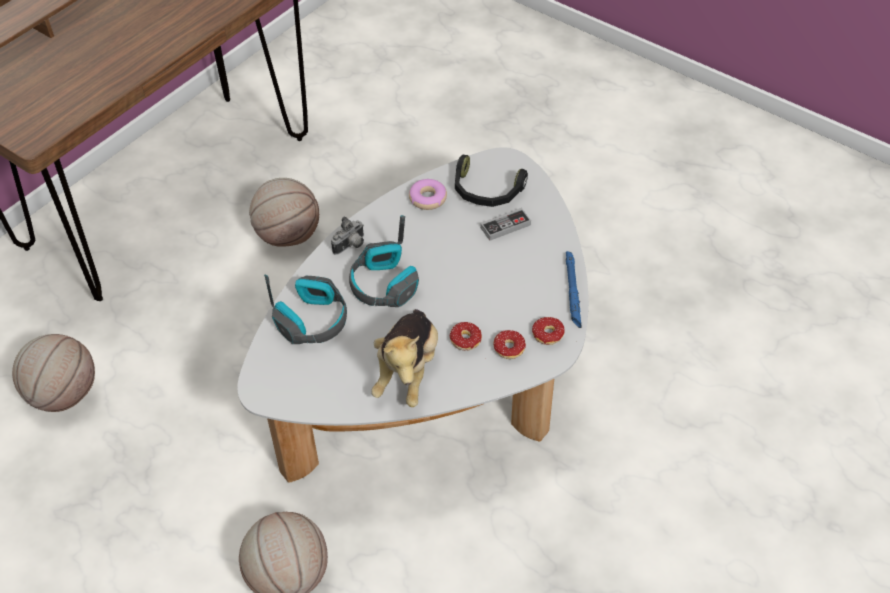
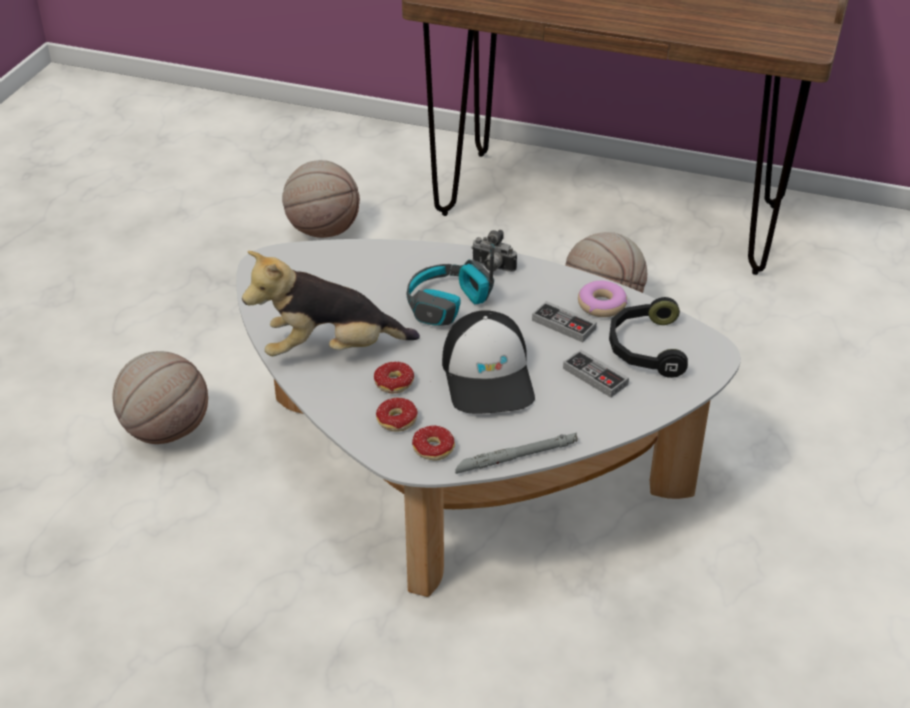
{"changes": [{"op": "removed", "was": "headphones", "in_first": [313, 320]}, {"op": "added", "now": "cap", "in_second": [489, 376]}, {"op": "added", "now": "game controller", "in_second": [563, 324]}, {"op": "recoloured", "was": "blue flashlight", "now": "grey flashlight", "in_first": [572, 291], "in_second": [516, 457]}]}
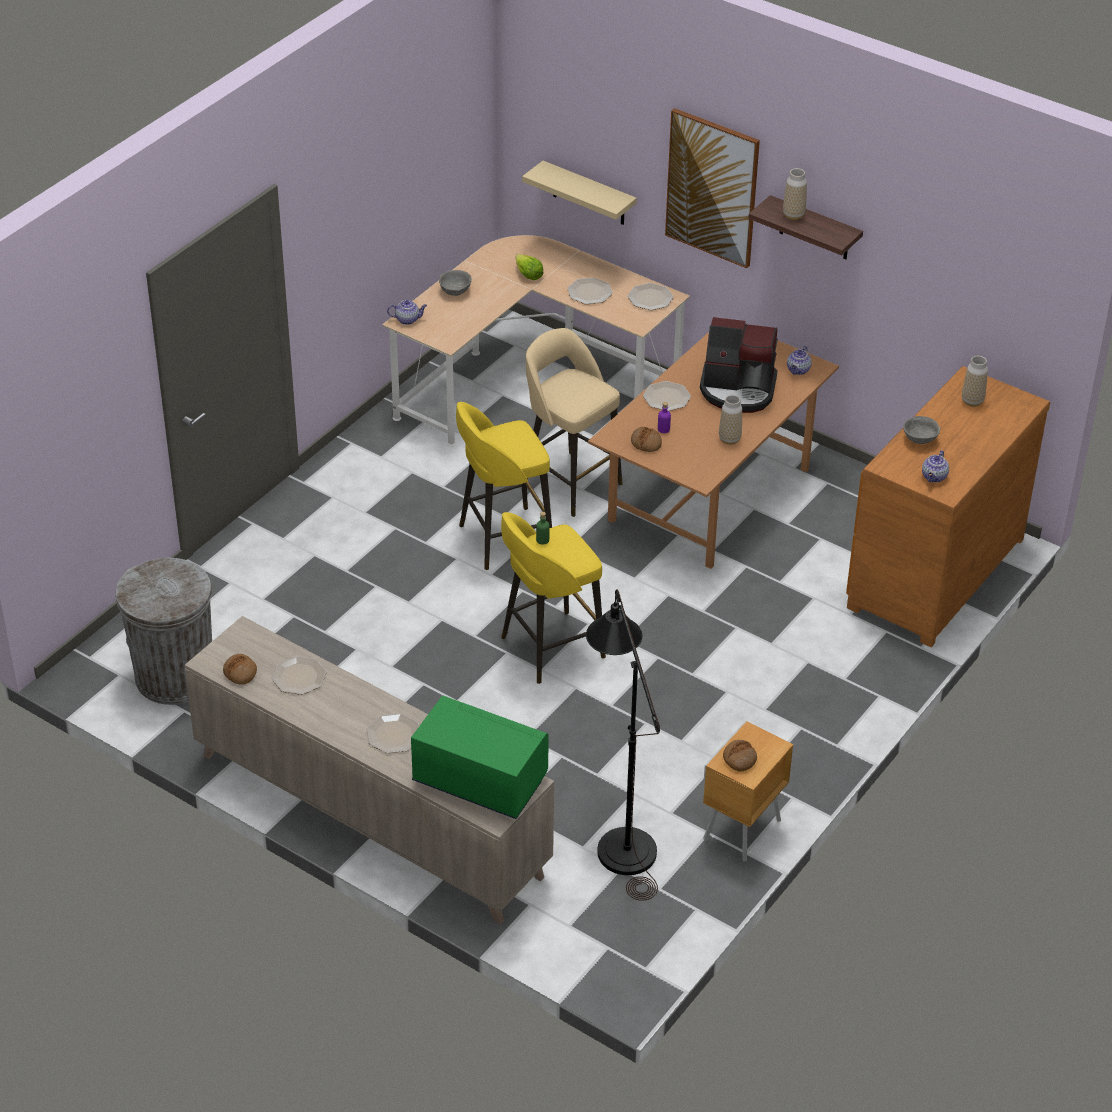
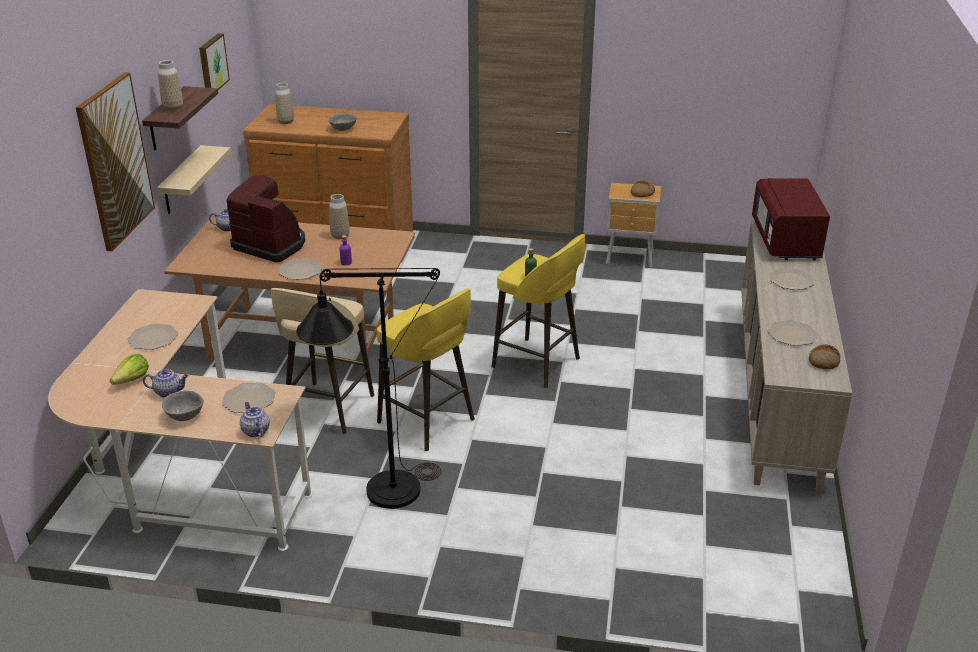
{"changes": [{"op": "removed", "was": "grey trash can", "in_first": [175, 677]}, {"op": "removed", "was": "bread", "in_first": [646, 443]}, {"op": "added", "now": "picture", "in_second": [212, 64]}, {"op": "moved", "was": "beige shelf", "in_first": [589, 194], "in_second": [182, 181]}, {"op": "moved", "was": "black floor lamp", "in_first": [622, 839], "in_second": [380, 497]}, {"op": "moved", "was": "plate", "in_first": [650, 297], "in_second": [248, 399]}, {"op": "moved", "was": "teapot", "in_first": [934, 477], "in_second": [169, 392]}, {"op": "recoloured", "was": "green microwave", "now": "red microwave", "in_first": [479, 781], "in_second": [786, 241]}, {"op": "turned", "was": "coffee machine", "in_first": [738, 390], "in_second": [271, 245], "clockwise": -45}]}
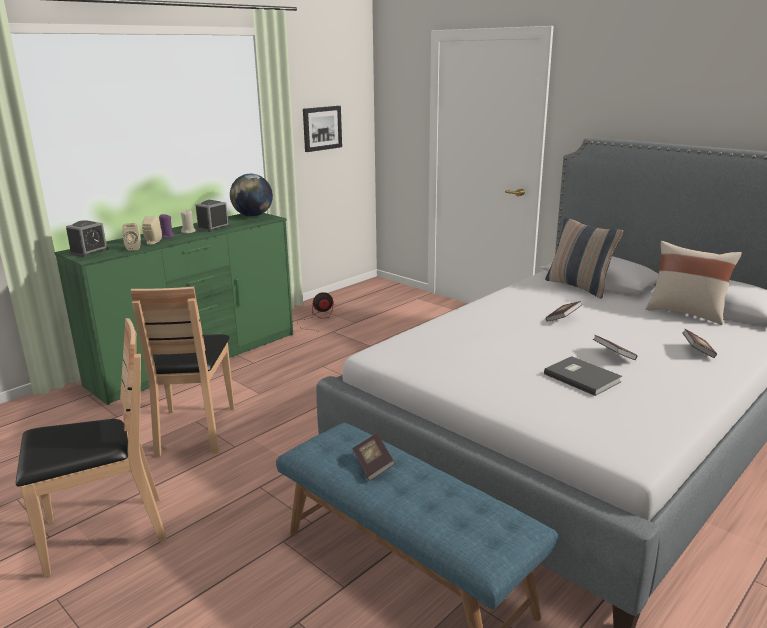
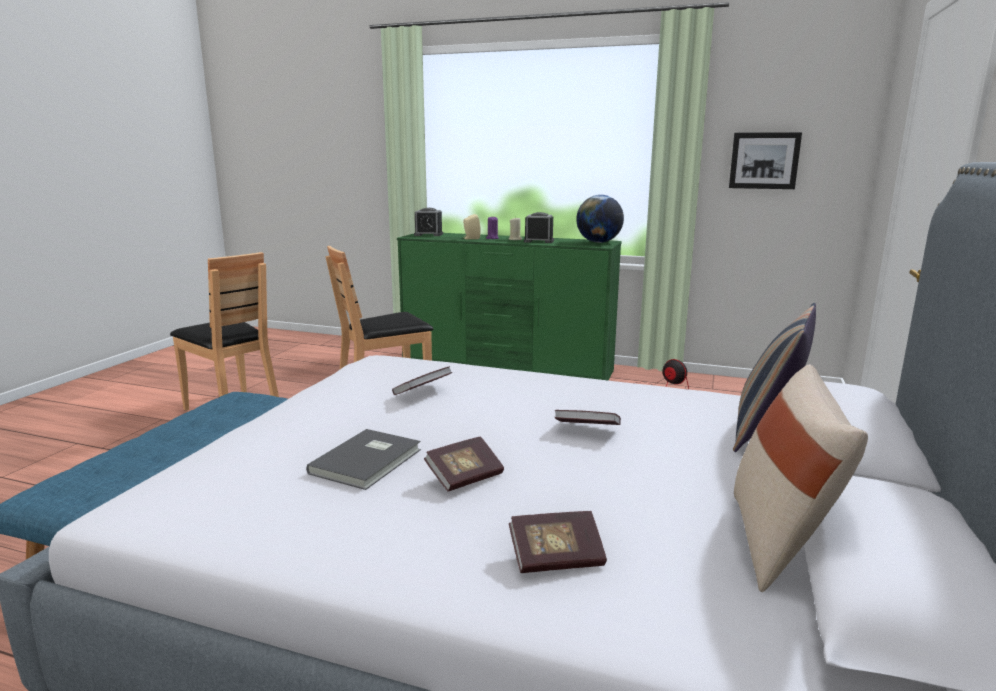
{"changes": [{"op": "removed", "was": "beige speaker", "in_first": [134, 248]}, {"op": "moved", "was": "book", "in_first": [373, 465], "in_second": [422, 392]}]}
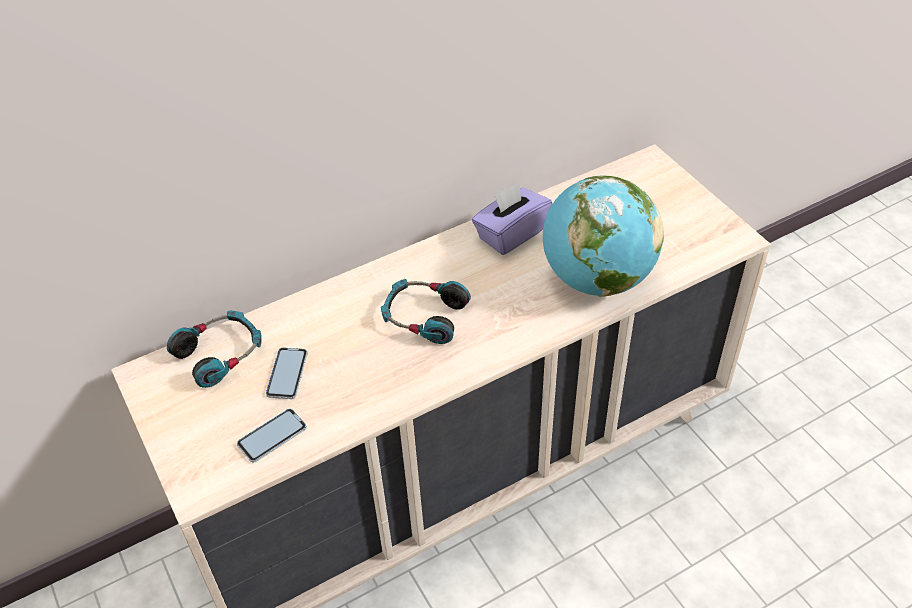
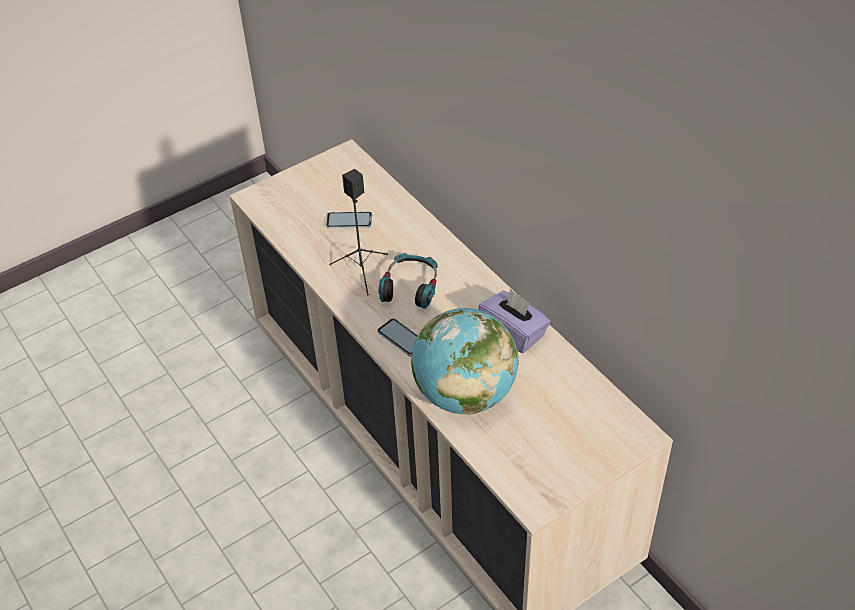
{"changes": [{"op": "removed", "was": "headphones", "in_first": [220, 354]}, {"op": "added", "now": "black speaker", "in_second": [362, 271]}, {"op": "moved", "was": "phone", "in_first": [272, 436], "in_second": [401, 338]}]}
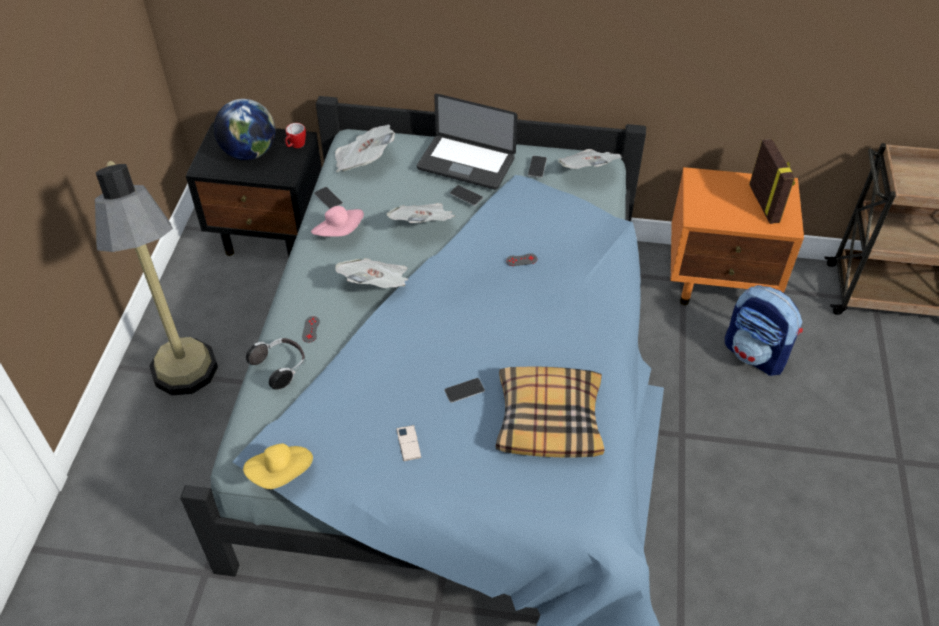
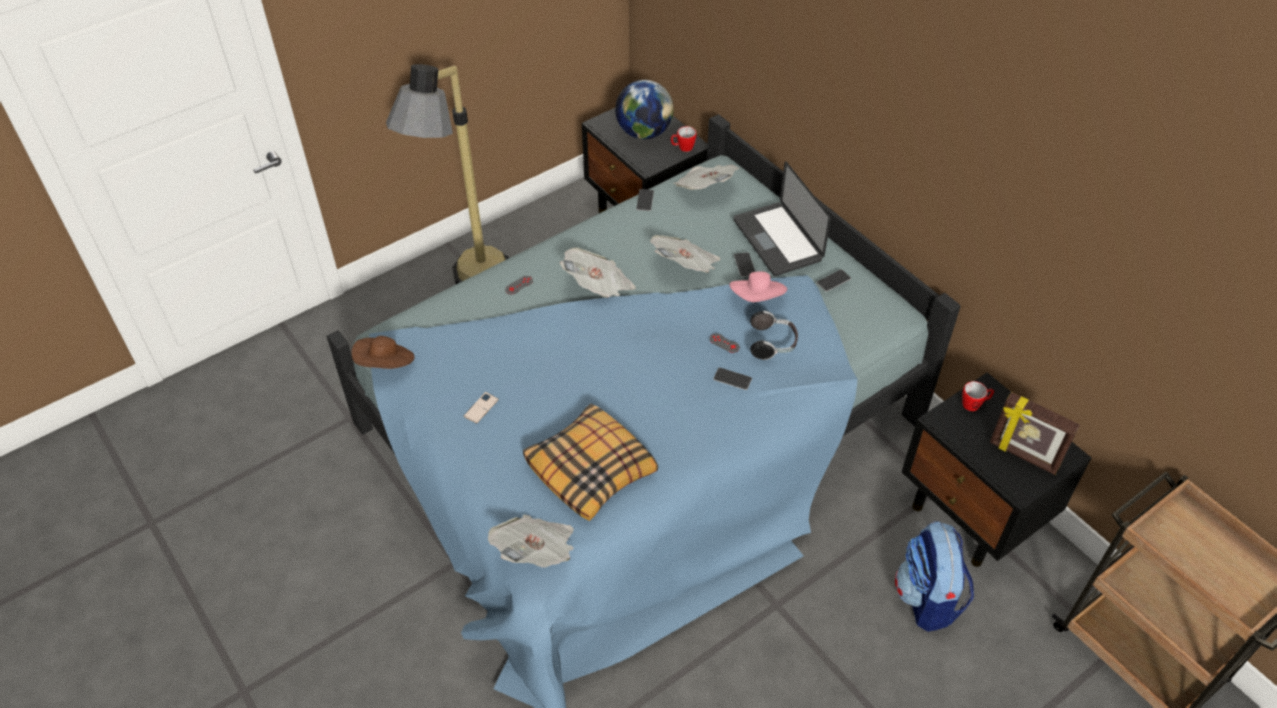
{"changes": [{"op": "added", "now": "mug", "in_second": [974, 404]}, {"op": "moved", "was": "headphones", "in_first": [281, 367], "in_second": [772, 344]}, {"op": "moved", "was": "pink hat", "in_first": [340, 233], "in_second": [757, 298]}, {"op": "moved", "was": "phone", "in_first": [464, 390], "in_second": [732, 379]}, {"op": "moved", "was": "newspaper", "in_first": [587, 171], "in_second": [537, 552]}, {"op": "recoloured", "was": "yellow hat", "now": "brown hat", "in_first": [282, 474], "in_second": [386, 364]}, {"op": "recoloured", "was": "orange nightstand", "now": "black nightstand", "in_first": [720, 282], "in_second": [973, 516]}, {"op": "turned", "was": "picture frame", "in_first": [765, 204], "in_second": [1023, 456], "clockwise": 90}]}
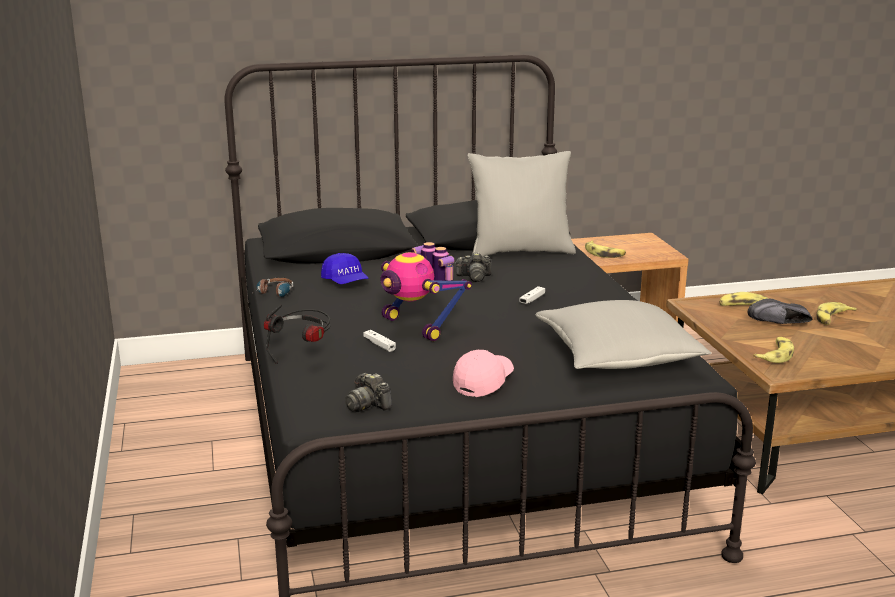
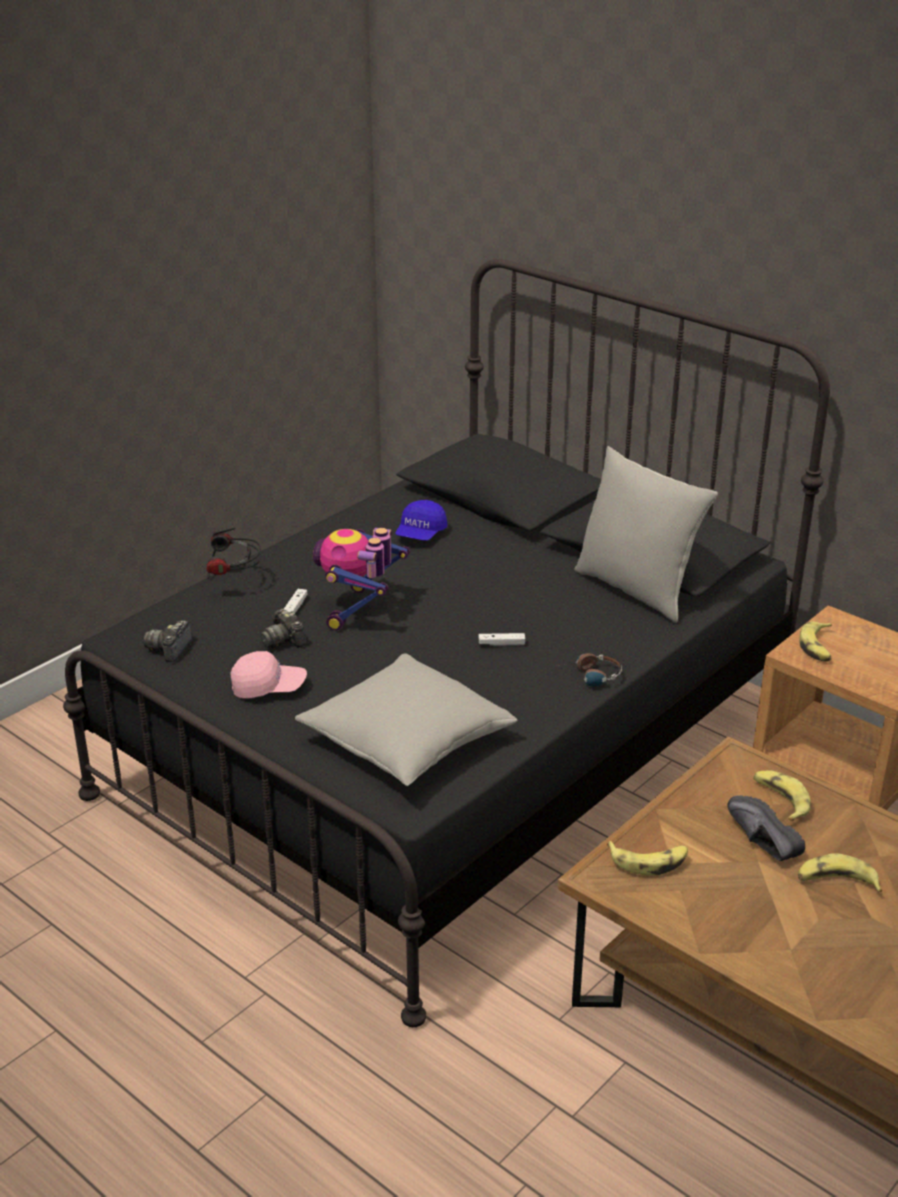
{"changes": [{"op": "moved", "was": "headphones", "in_first": [273, 294], "in_second": [590, 677]}, {"op": "moved", "was": "photo camera", "in_first": [474, 277], "in_second": [283, 640]}]}
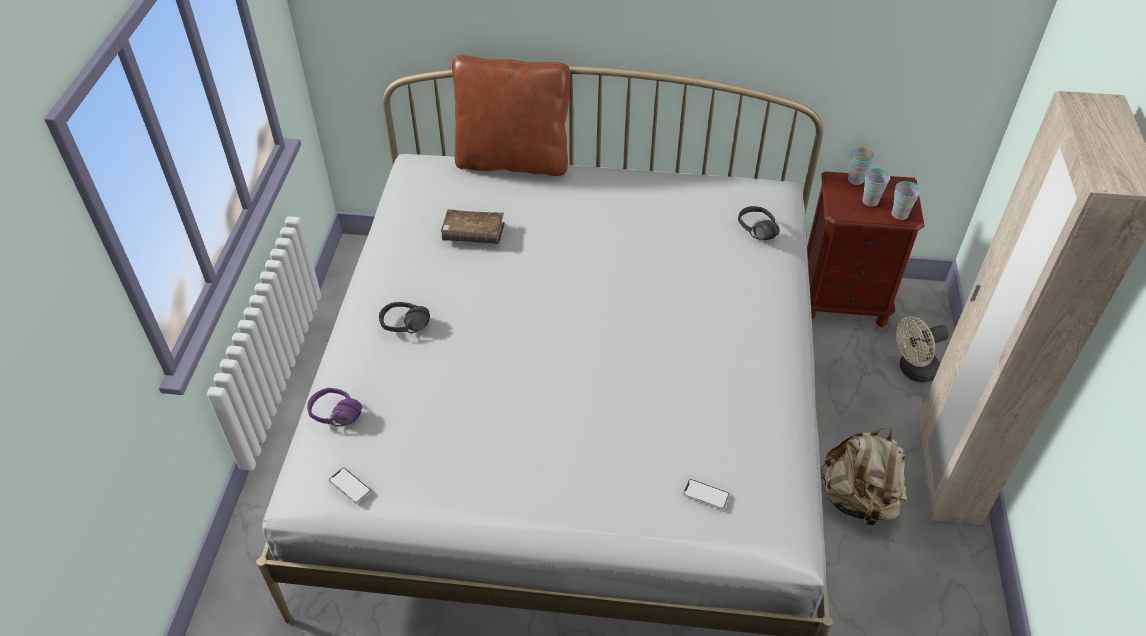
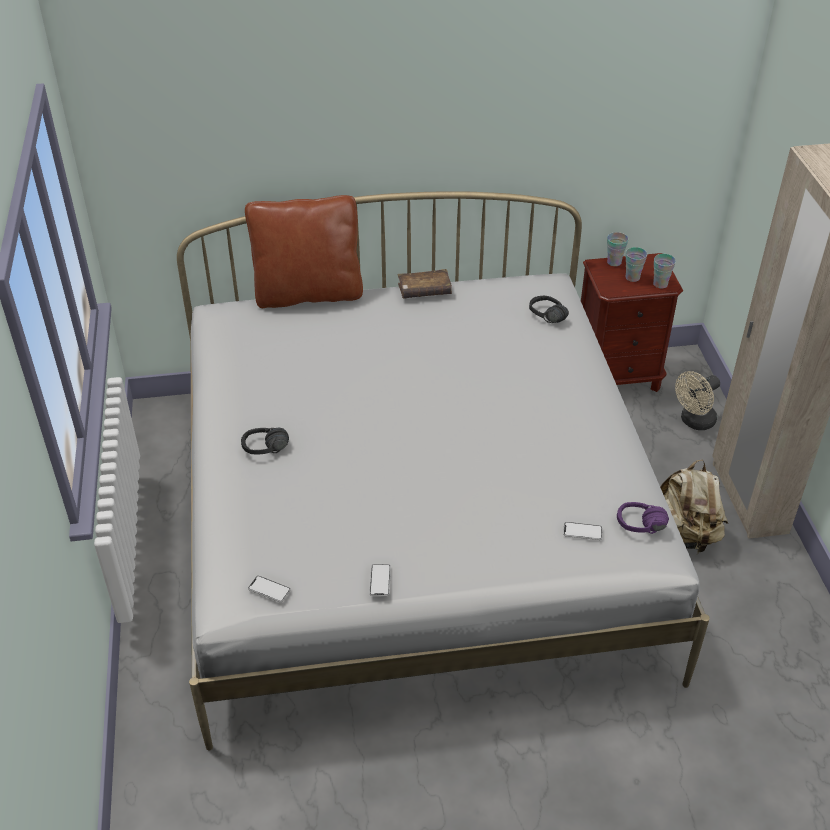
{"changes": [{"op": "added", "now": "phone", "in_second": [380, 580]}, {"op": "moved", "was": "purple headphones", "in_first": [332, 420], "in_second": [641, 530]}, {"op": "moved", "was": "brown book", "in_first": [473, 234], "in_second": [424, 291]}]}
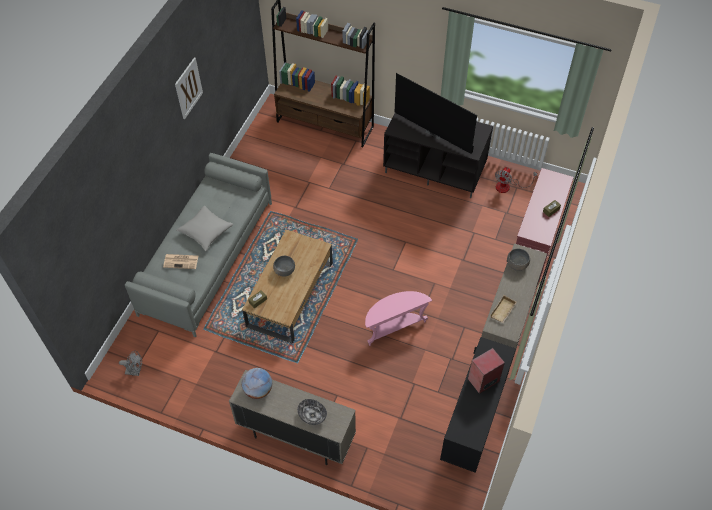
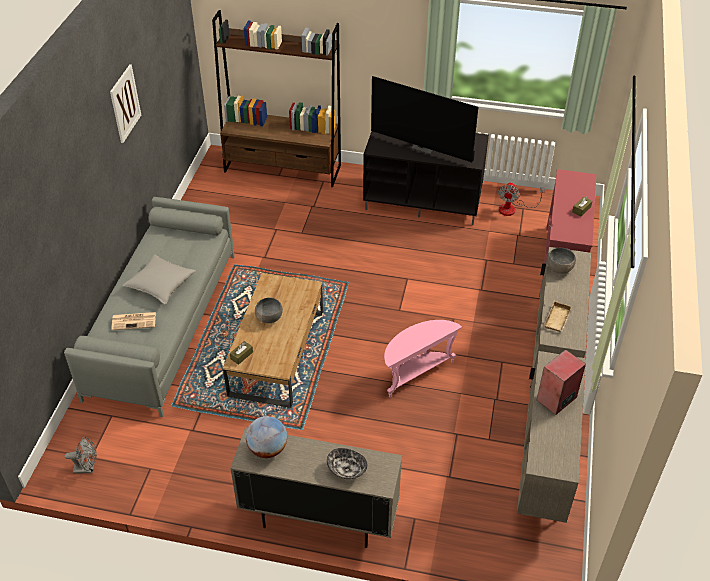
{"changes": [{"op": "recoloured", "was": "black cabinet", "now": "beige cabinet", "in_first": [472, 425], "in_second": [542, 471]}]}
